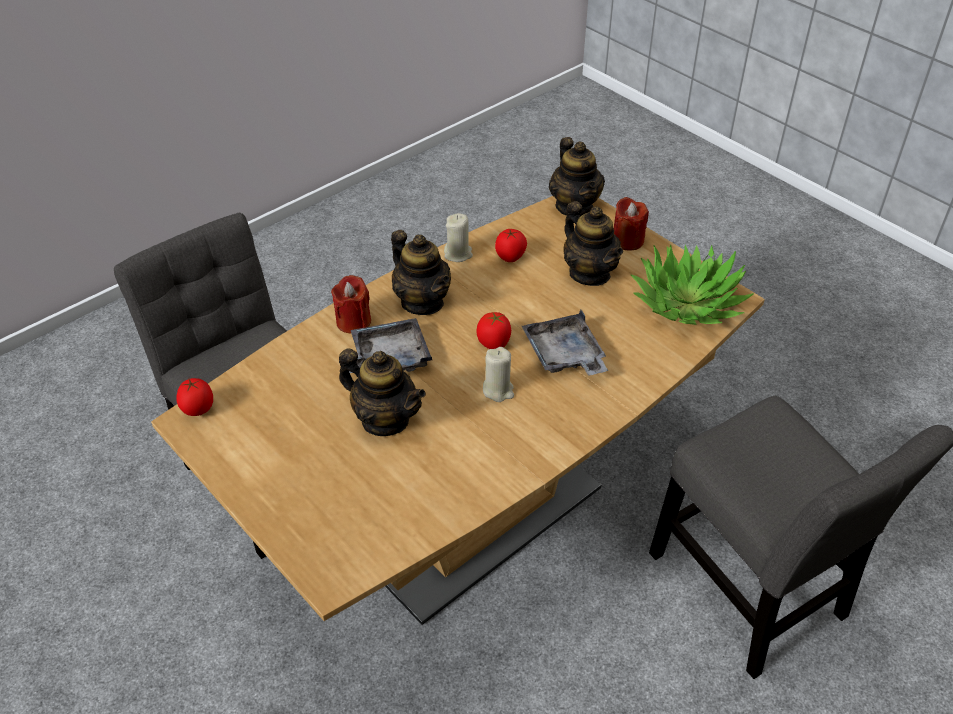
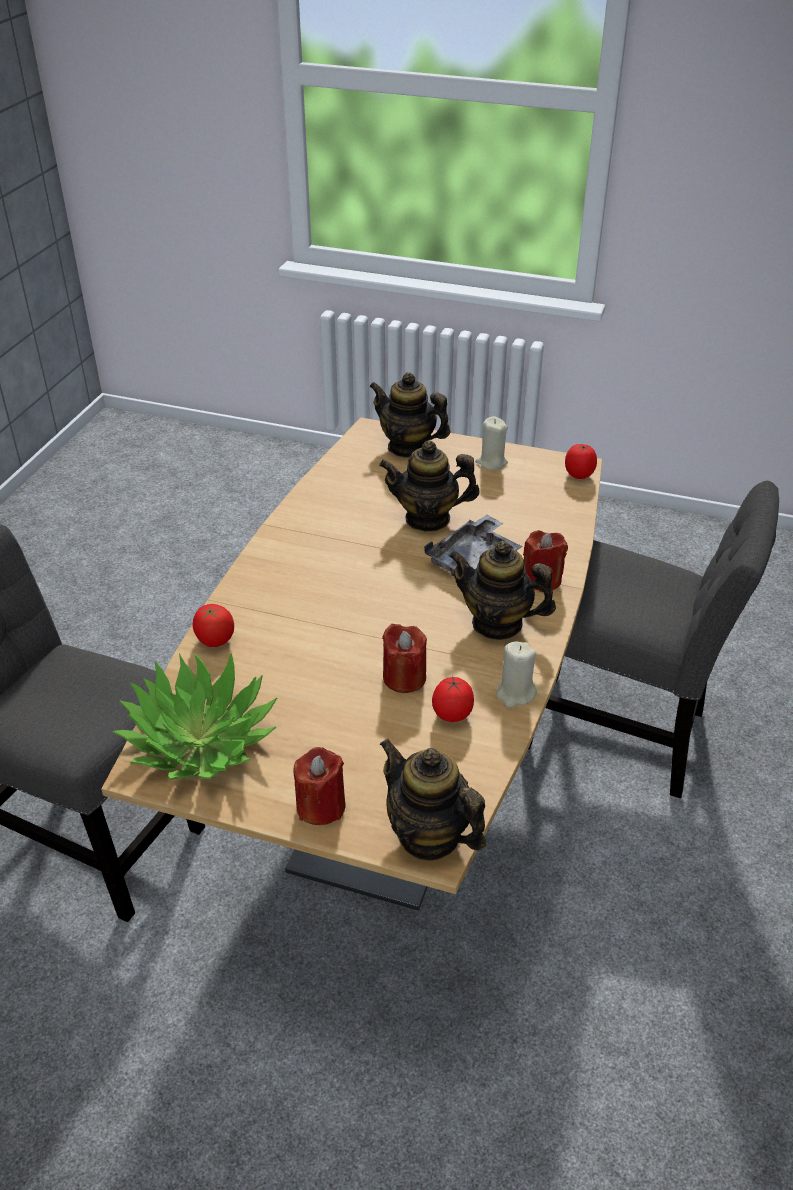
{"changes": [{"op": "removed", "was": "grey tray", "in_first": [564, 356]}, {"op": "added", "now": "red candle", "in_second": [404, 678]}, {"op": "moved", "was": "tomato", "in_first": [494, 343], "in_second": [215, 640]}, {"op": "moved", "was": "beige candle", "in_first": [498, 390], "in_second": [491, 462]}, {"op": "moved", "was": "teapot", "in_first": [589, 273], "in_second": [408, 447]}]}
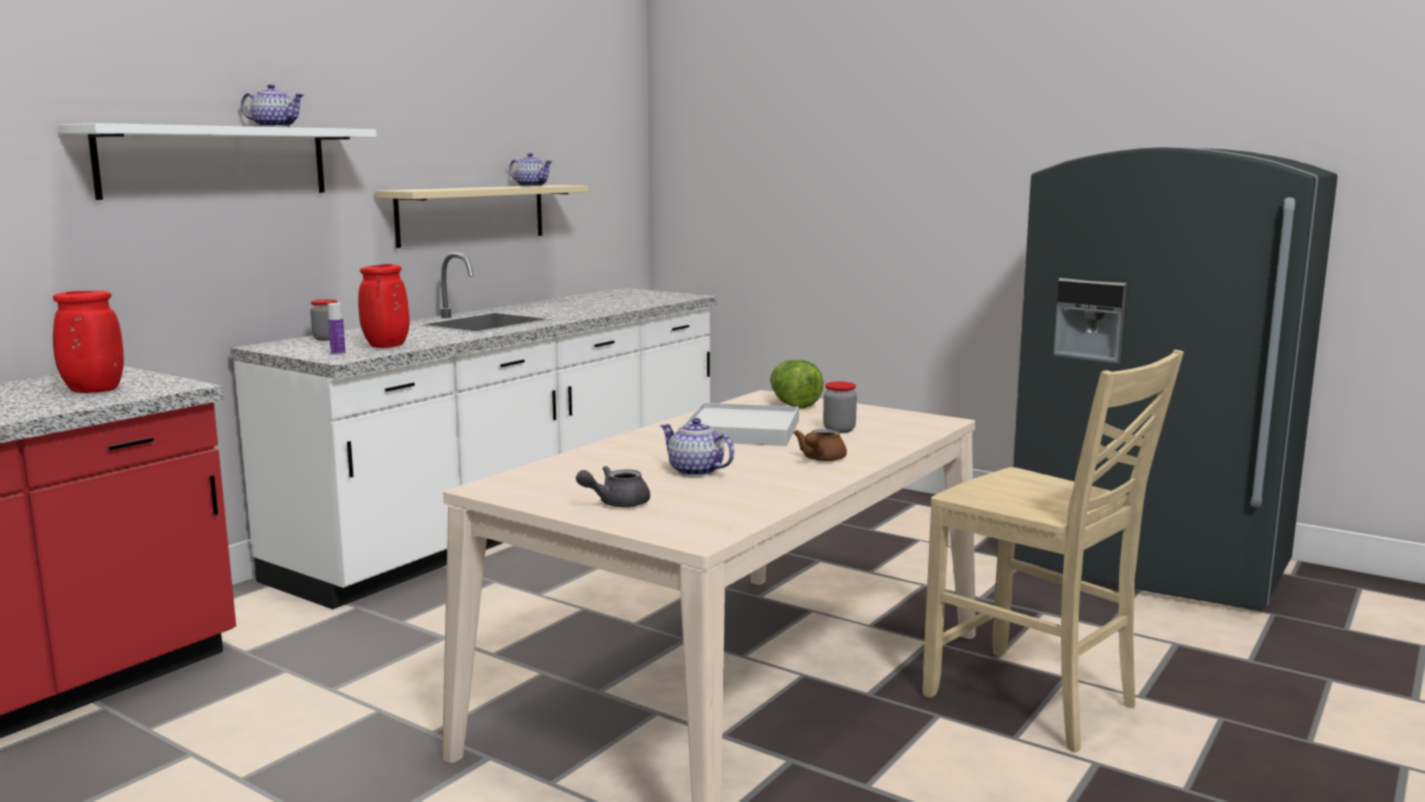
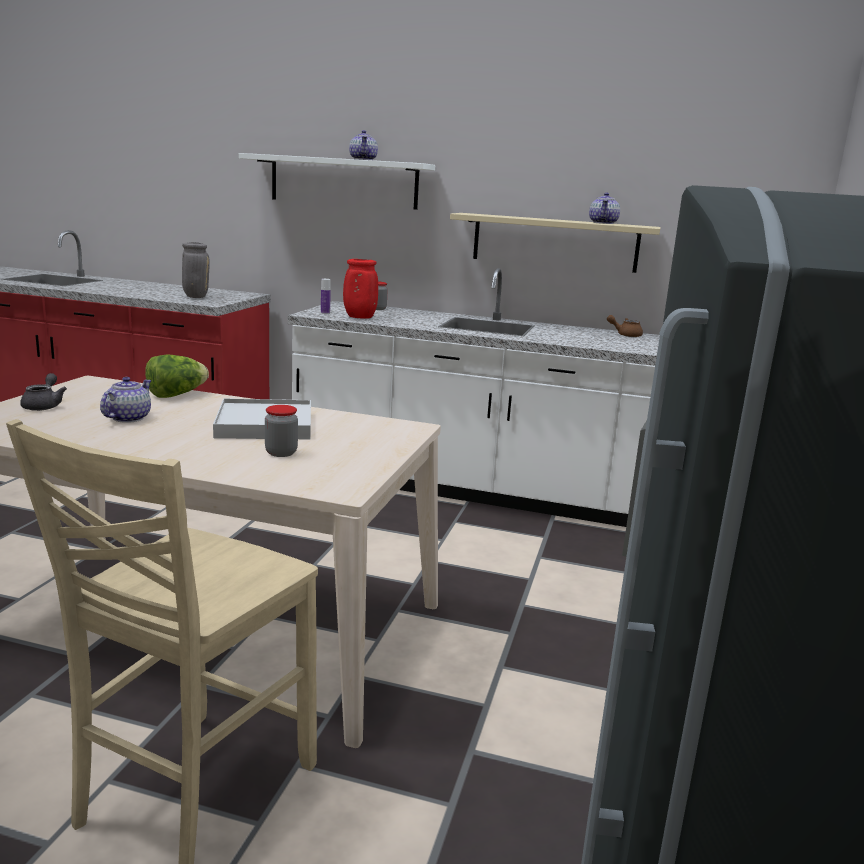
{"changes": [{"op": "moved", "was": "lettuce", "in_first": [792, 404], "in_second": [176, 395]}, {"op": "moved", "was": "brown teapot", "in_first": [820, 459], "in_second": [625, 335]}, {"op": "recoloured", "was": "red vase", "now": "grey vase", "in_first": [92, 391], "in_second": [195, 297]}, {"op": "turned", "was": "grey teapot", "in_first": [616, 503], "in_second": [44, 406], "clockwise": 45}]}
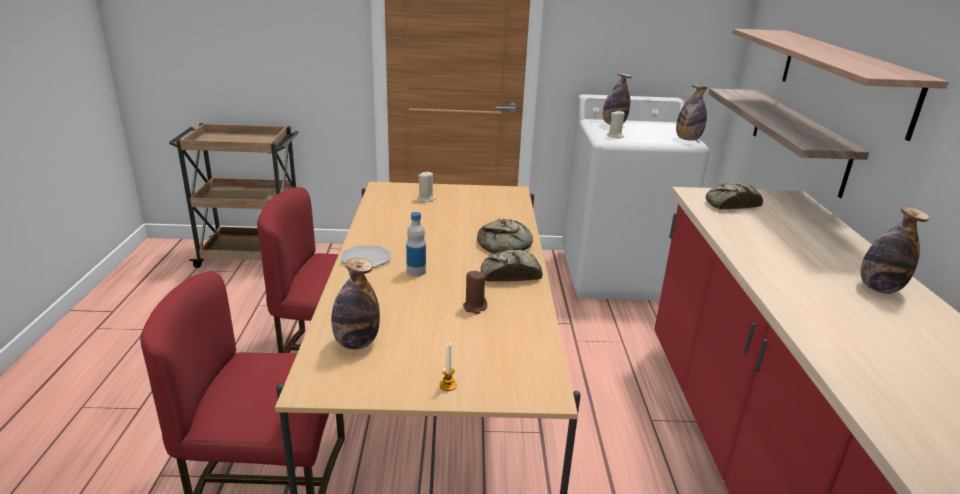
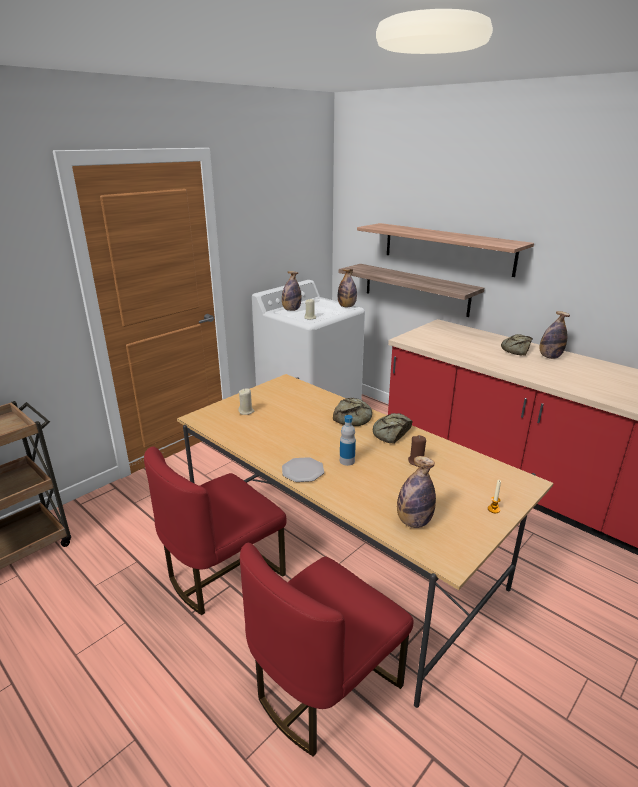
{"changes": [{"op": "moved", "was": "bread", "in_first": [730, 204], "in_second": [516, 350]}]}
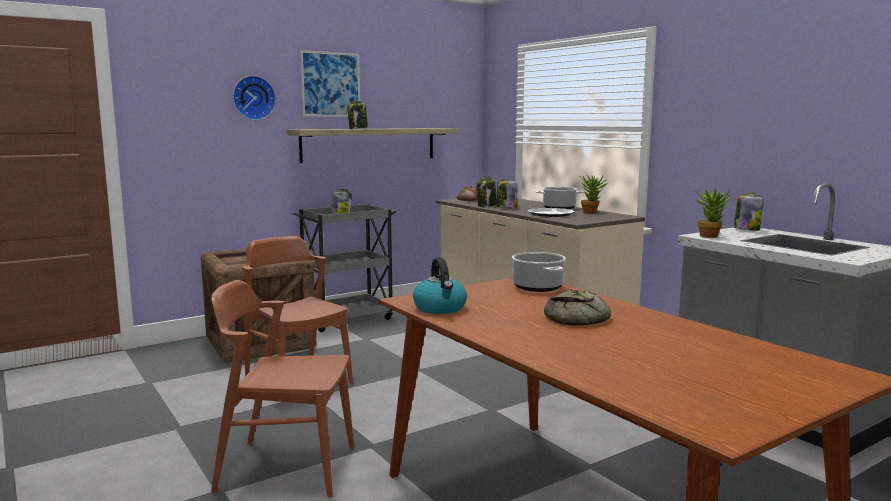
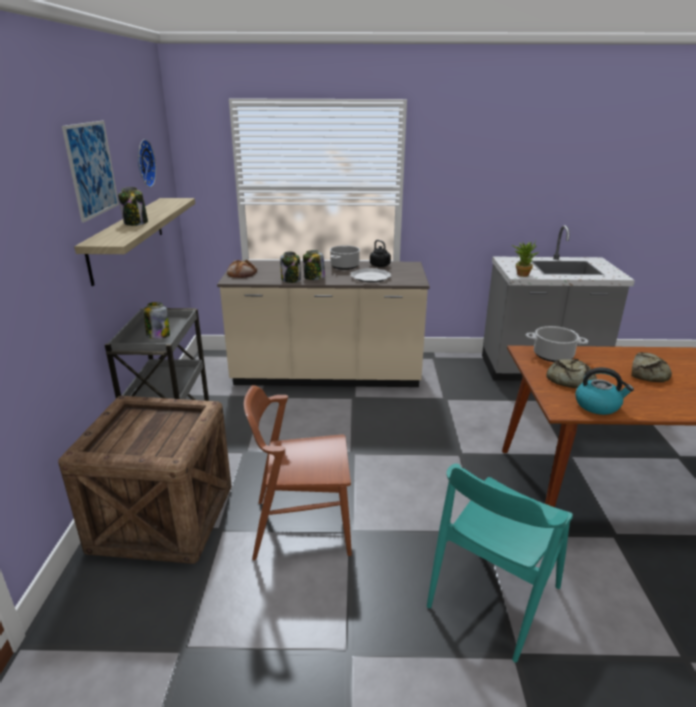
{"changes": [{"op": "removed", "was": "jar", "in_first": [746, 229]}, {"op": "added", "now": "bread", "in_second": [568, 380]}, {"op": "moved", "was": "wall clock", "in_first": [253, 98], "in_second": [143, 163]}, {"op": "replaced", "was": "potted plant", "now": "black kettle", "in_first": [592, 212], "in_second": [380, 266]}, {"op": "recoloured", "was": "brown chair", "now": "turquoise chair", "in_first": [286, 467], "in_second": [493, 596]}]}
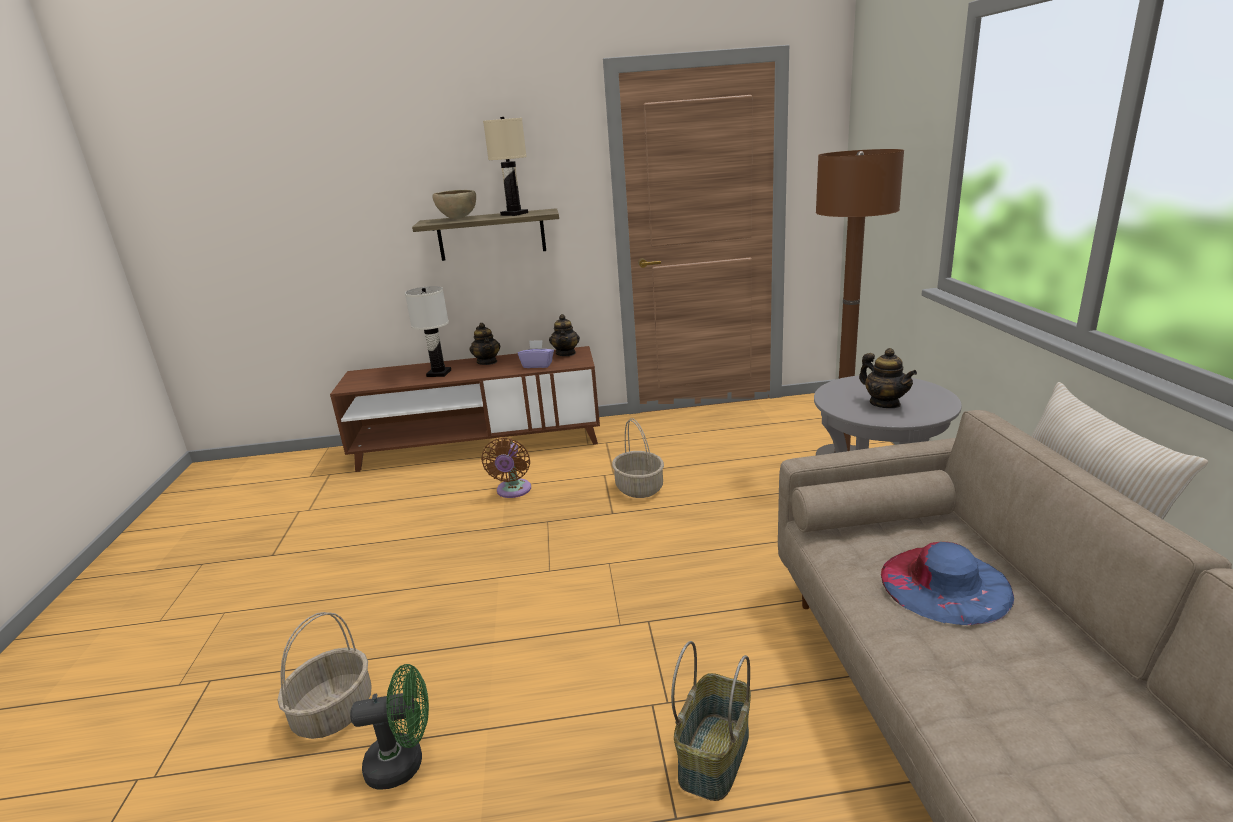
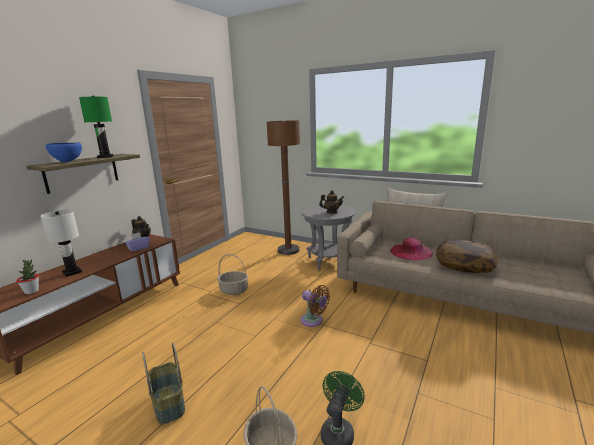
{"changes": [{"op": "removed", "was": "teapot", "in_first": [487, 362]}, {"op": "added", "now": "potted plant", "in_second": [32, 291]}, {"op": "added", "now": "pillow", "in_second": [464, 265]}, {"op": "moved", "was": "brown fan", "in_first": [513, 491], "in_second": [313, 321]}, {"op": "moved", "was": "basket", "in_first": [713, 755], "in_second": [167, 403]}, {"op": "recoloured", "was": "brown bowl", "now": "blue bowl", "in_first": [457, 219], "in_second": [67, 162]}, {"op": "recoloured", "was": "beige table lamp", "now": "green table lamp", "in_first": [514, 214], "in_second": [105, 157]}, {"op": "recoloured", "was": "blue hat", "now": "pink hat", "in_first": [945, 584], "in_second": [411, 252]}]}
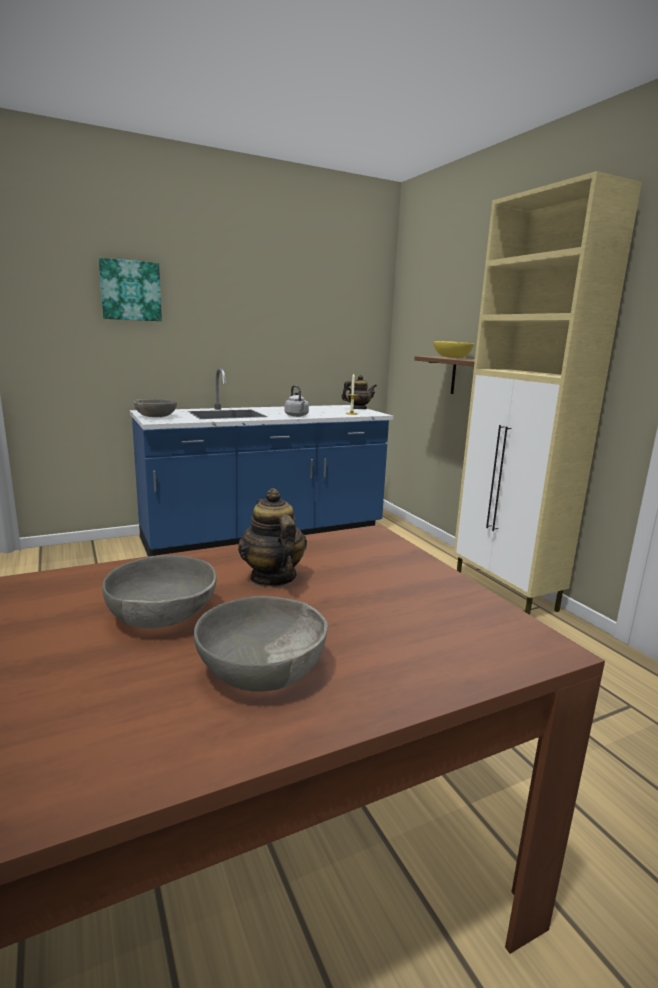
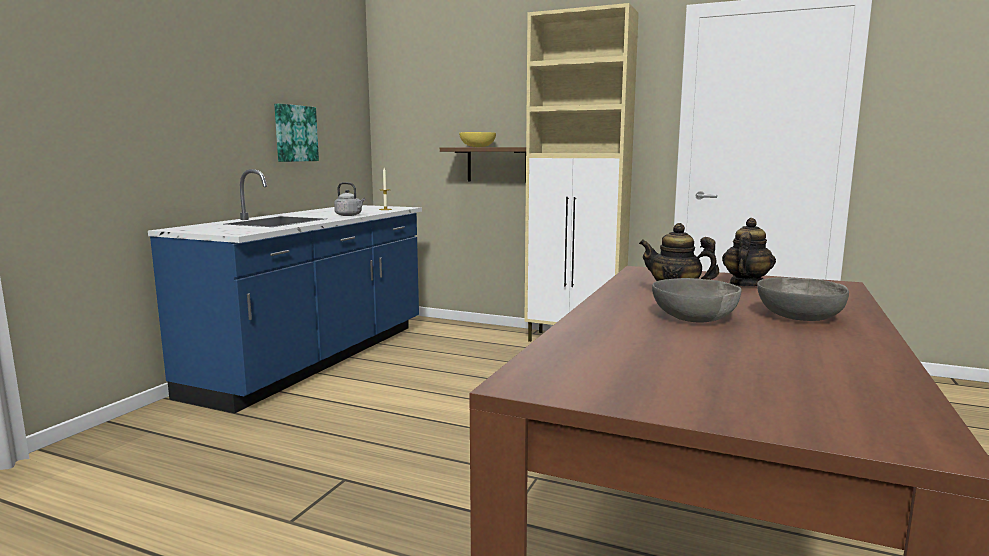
{"changes": [{"op": "removed", "was": "grey bowl", "in_first": [156, 417]}, {"op": "moved", "was": "picture", "in_first": [130, 290], "in_second": [295, 133]}, {"op": "moved", "was": "teapot", "in_first": [358, 409], "in_second": [745, 284]}]}
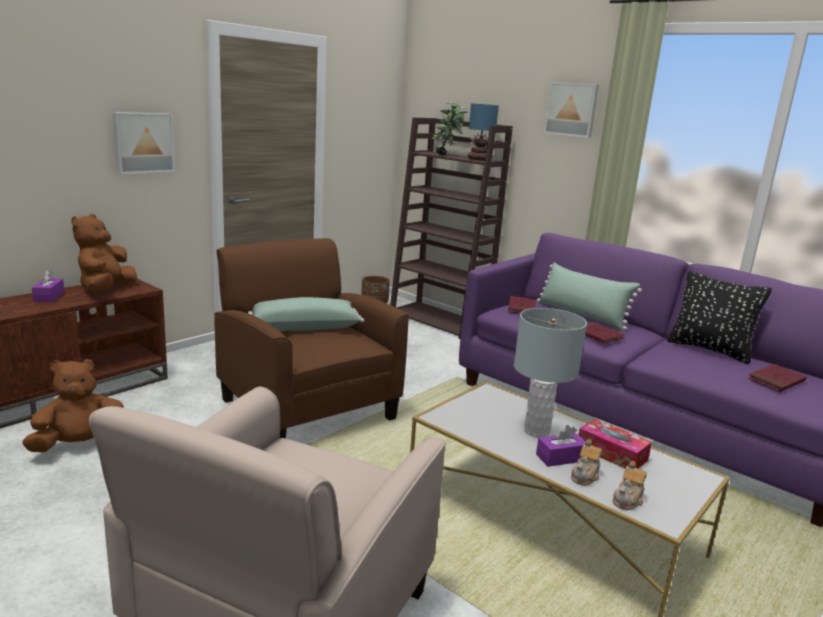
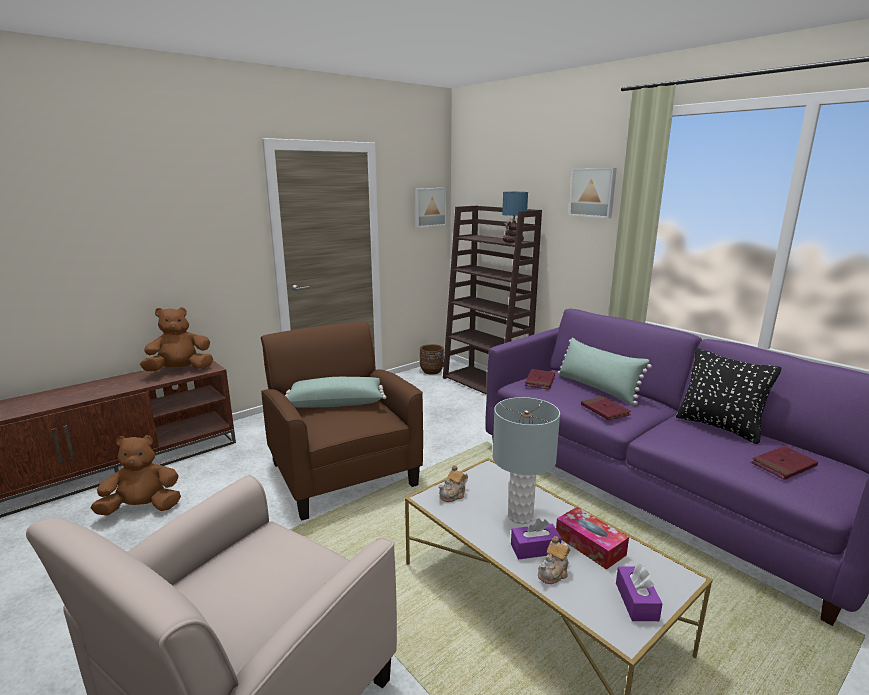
{"changes": [{"op": "removed", "was": "potted plant", "in_first": [447, 155]}, {"op": "moved", "was": "purple tissue box", "in_first": [49, 296], "in_second": [636, 601]}, {"op": "moved", "was": "picture", "in_first": [143, 142], "in_second": [429, 207]}, {"op": "moved", "was": "teapot", "in_first": [628, 500], "in_second": [453, 495]}, {"op": "turned", "was": "brown plush toy", "in_first": [106, 289], "in_second": [180, 370], "clockwise": 45}]}
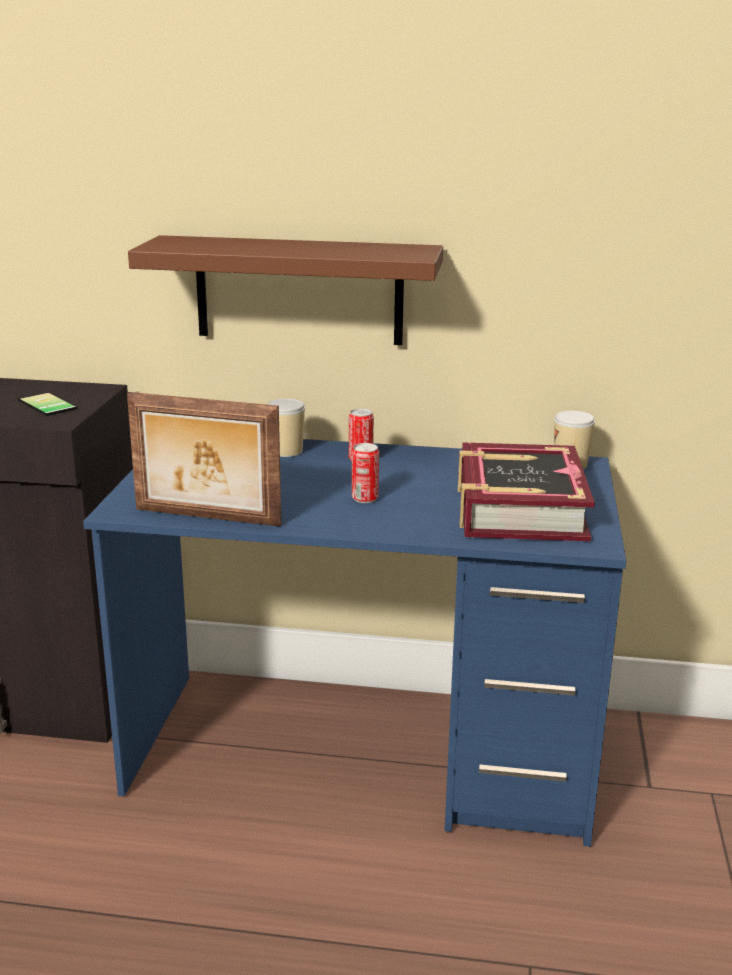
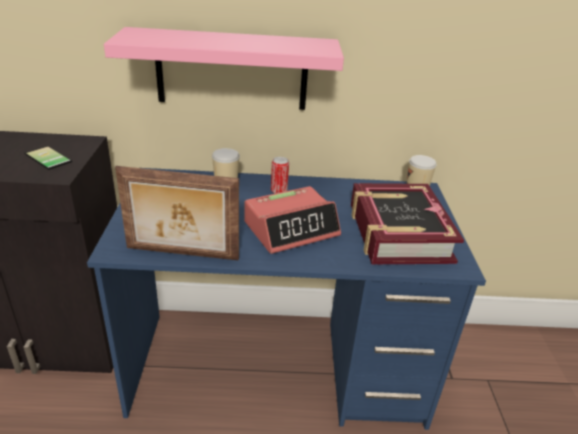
{"changes": [{"op": "replaced", "was": "can", "now": "alarm clock", "in_first": [365, 499], "in_second": [291, 229]}, {"op": "recoloured", "was": "brown shelf", "now": "pink shelf", "in_first": [299, 290], "in_second": [232, 70]}]}
